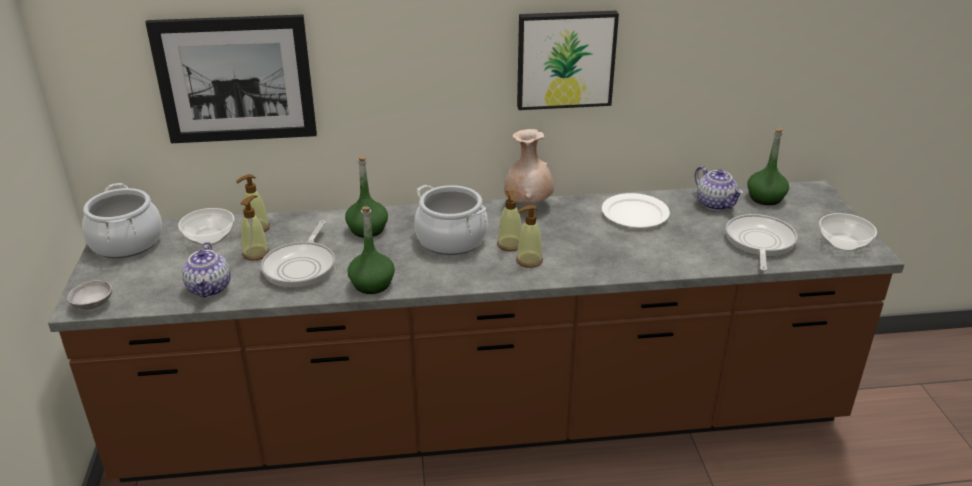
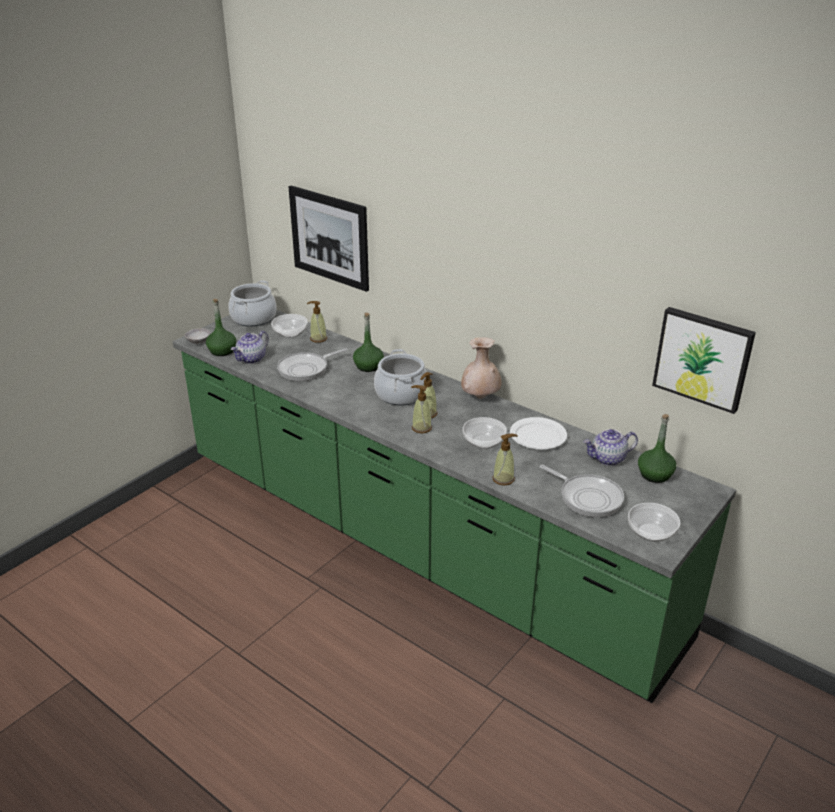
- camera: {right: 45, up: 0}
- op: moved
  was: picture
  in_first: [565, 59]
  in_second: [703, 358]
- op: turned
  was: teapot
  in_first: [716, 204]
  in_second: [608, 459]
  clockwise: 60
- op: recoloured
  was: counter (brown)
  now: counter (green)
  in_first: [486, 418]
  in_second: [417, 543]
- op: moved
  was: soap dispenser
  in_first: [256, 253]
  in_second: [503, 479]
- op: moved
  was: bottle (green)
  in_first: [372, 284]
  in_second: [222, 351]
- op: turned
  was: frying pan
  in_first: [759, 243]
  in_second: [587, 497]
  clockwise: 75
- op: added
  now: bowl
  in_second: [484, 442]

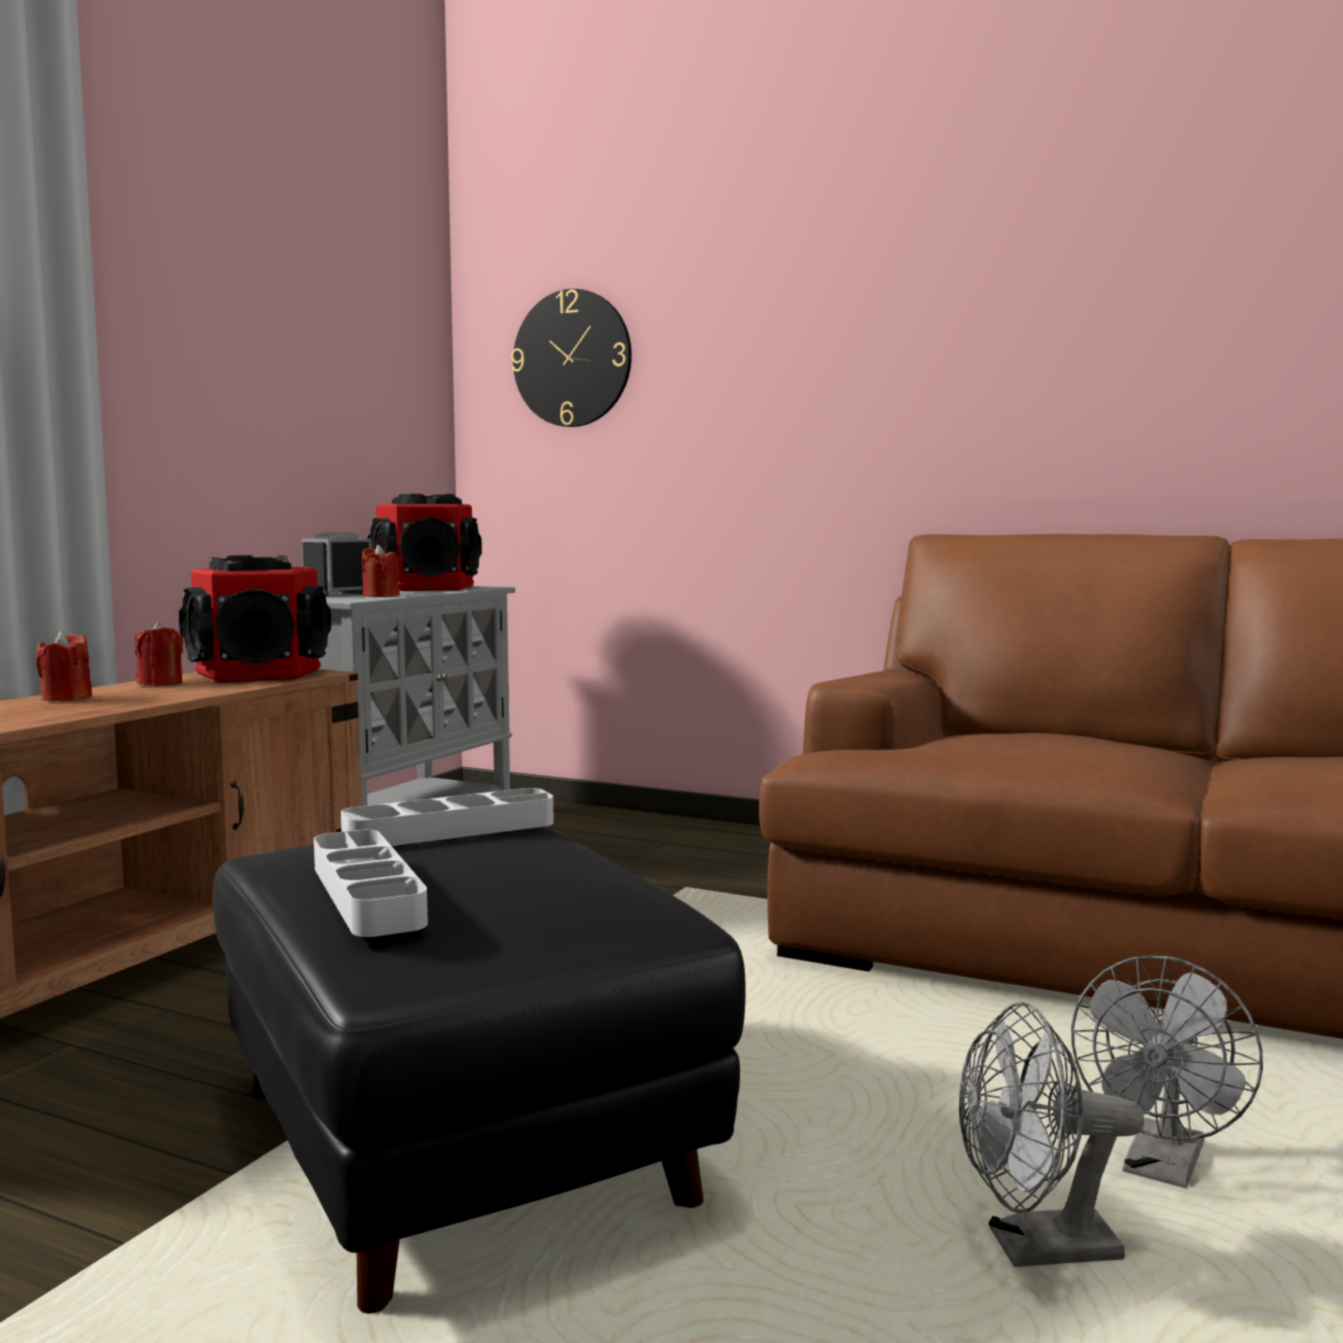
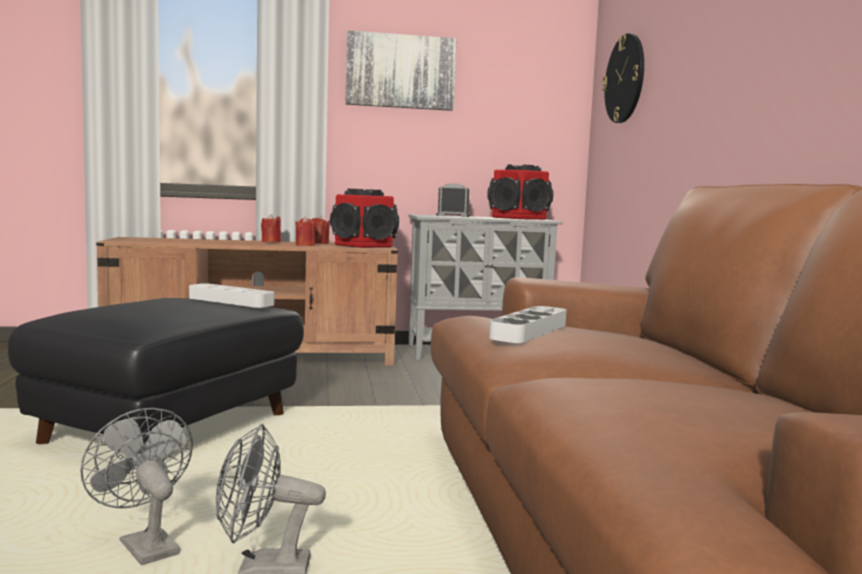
- camera: {right: 55, up: 0}
- op: moved
  was: candle (red)
  in_first: [380, 596]
  in_second: [305, 245]
- op: moved
  was: tray (grey)
  in_first: [367, 894]
  in_second: [529, 331]
- op: added
  now: picture
  in_second: [400, 71]

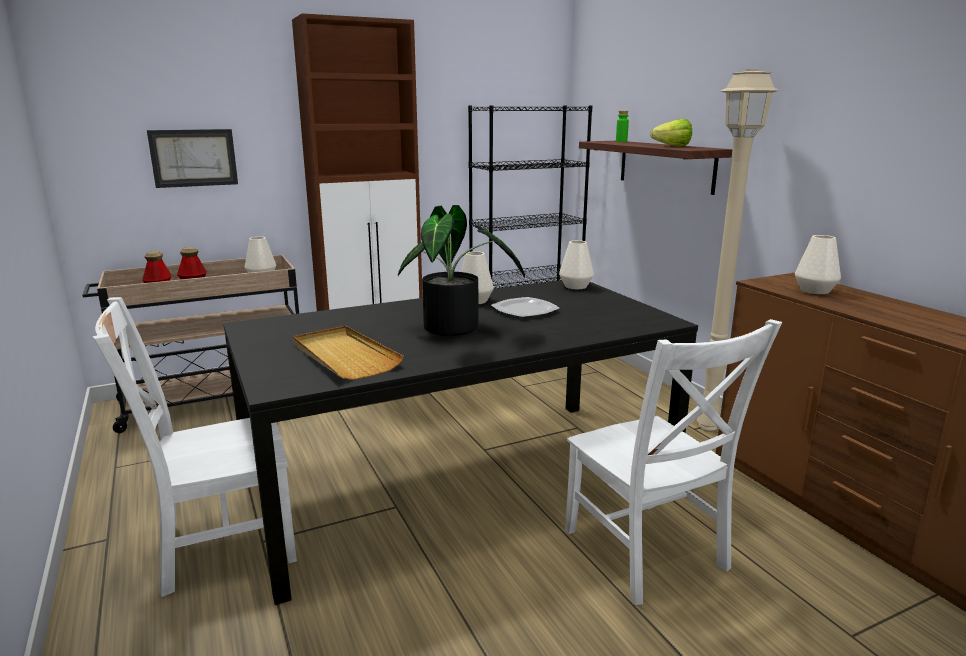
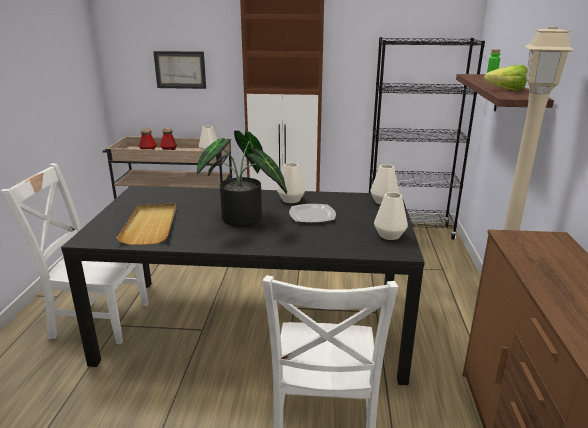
- camera: {right: 30, up: 5}
- op: moved
  was: vase (white)
  in_first: [814, 290]
  in_second: [389, 235]

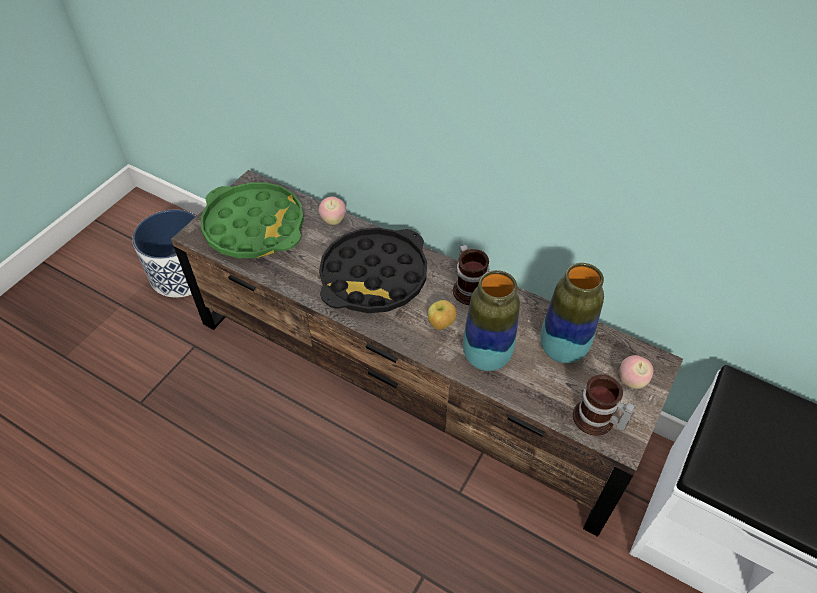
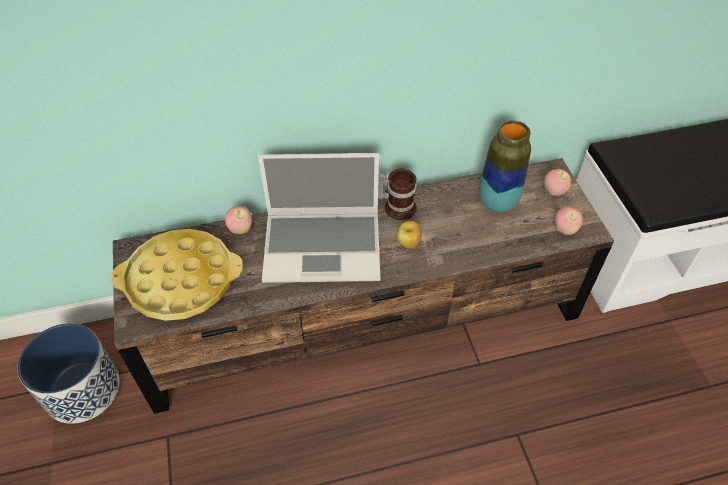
- camera: {right: -45, up: 0}
- op: recoloured
  was: tray (green)
  now: tray (yellow)
  in_first: [254, 227]
  in_second: [181, 280]
- op: replaced
  was: tray (black)
  now: laptop
  in_first: [374, 277]
  in_second: [324, 247]
- op: removed
  was: vase
  in_first: [486, 357]
- op: replaced
  was: mug
  now: apple
  in_first: [596, 421]
  in_second: [564, 230]

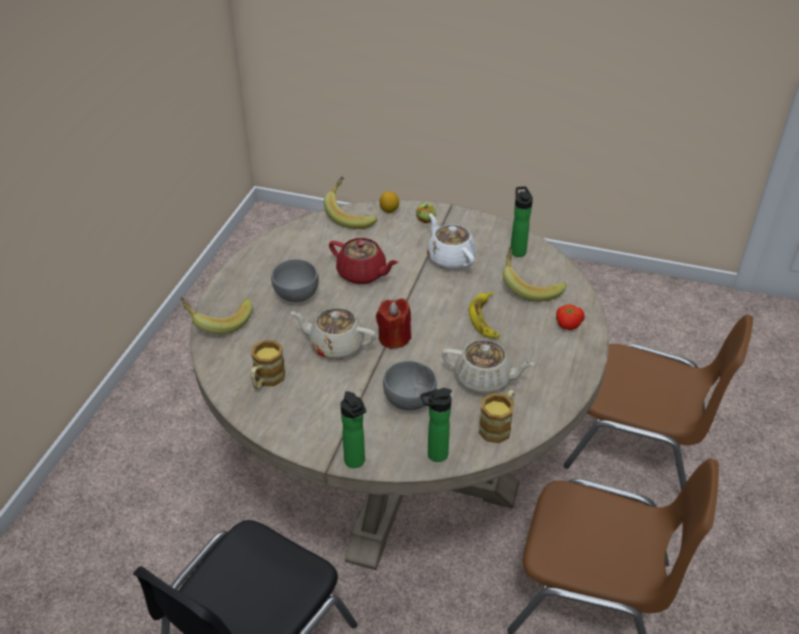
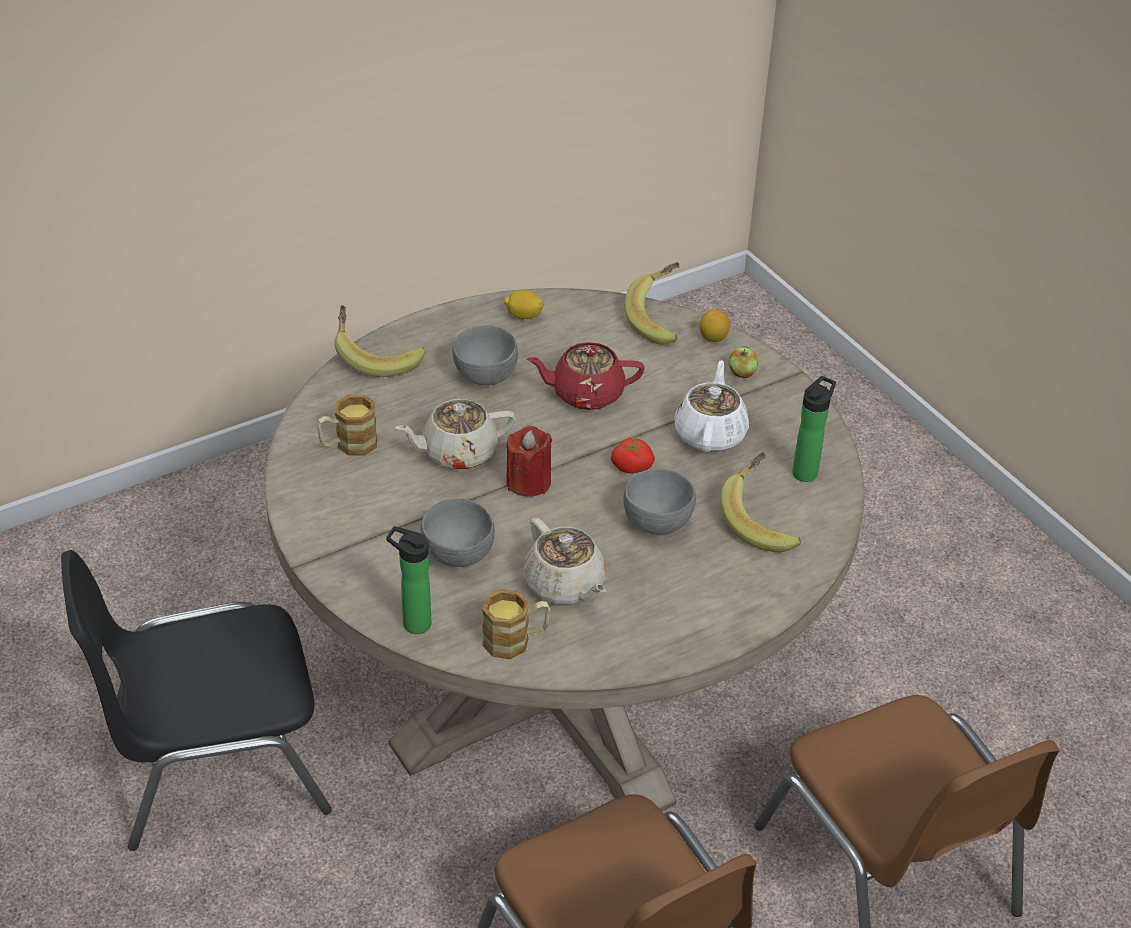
- camera: {right: 40, up: 0}
- op: turned
  was: teapot (red)
  in_first: [362, 274]
  in_second: [586, 394]
  clockwise: 105
- op: replaced
  was: banana
  now: bowl (grey)
  in_first: [486, 319]
  in_second: [657, 524]
- op: moved
  was: tomato
  in_first: [567, 324]
  in_second: [631, 465]
- op: turned
  was: teapot (beige)
  in_first: [335, 346]
  in_second: [458, 452]
  clockwise: -75
- op: removed
  was: bottle
  in_first: [356, 463]
- op: added
  now: lemon
  in_second: [523, 316]

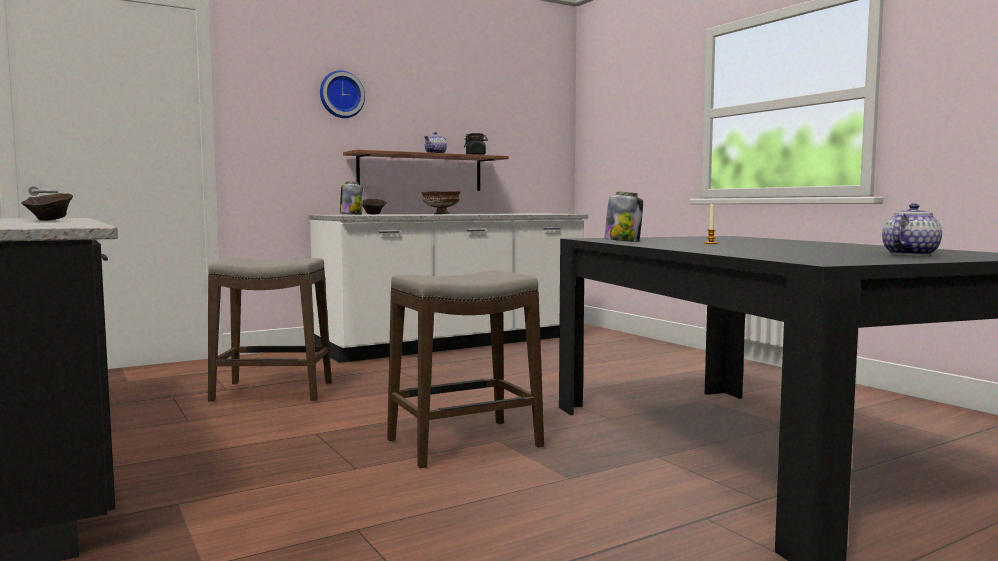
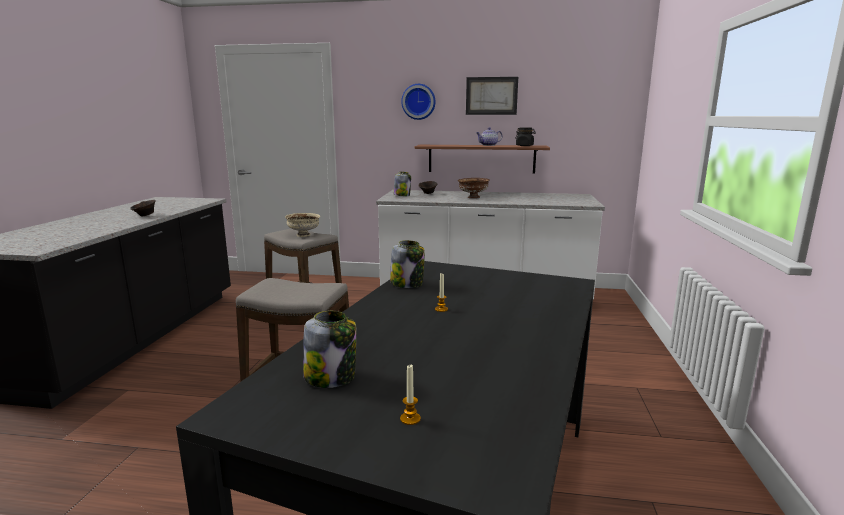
- camera: {right: 40, up: 10}
- op: replaced
  was: teapot
  now: candle
  in_first: [910, 254]
  in_second: [410, 419]
- op: added
  now: picture
  in_second: [491, 96]
- op: added
  now: bowl (beige)
  in_second: [304, 235]
- op: added
  now: jar
  in_second: [331, 377]

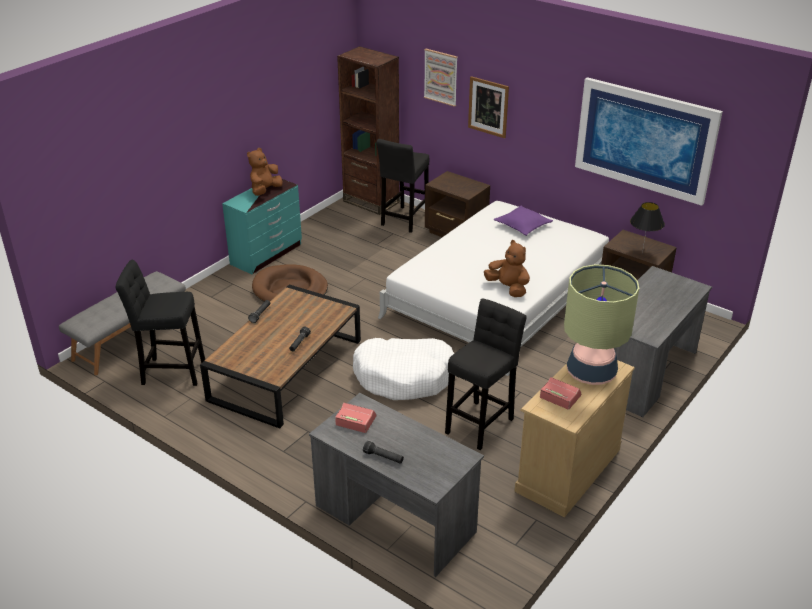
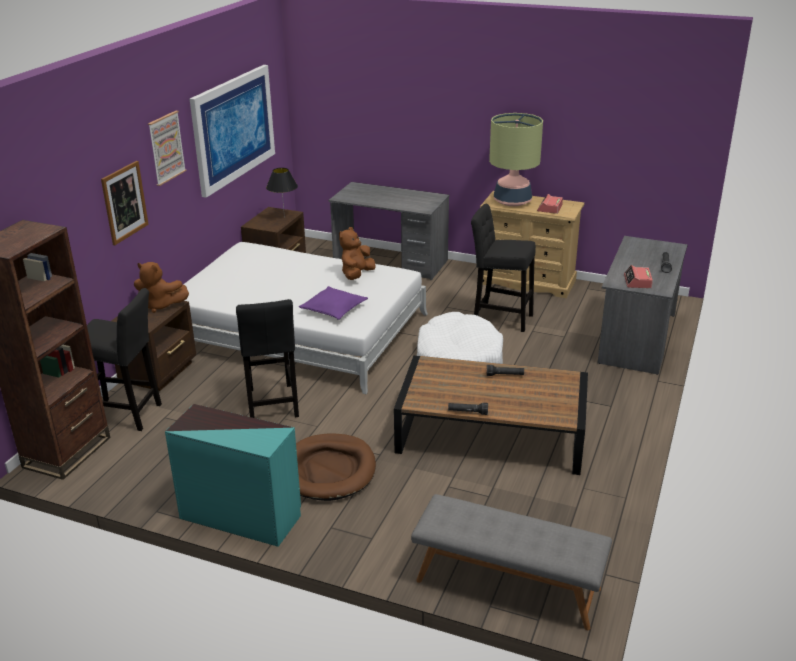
- camera: {right: -105, up: -5}
- op: moved
  was: picture
  in_first: [441, 77]
  in_second: [166, 147]
- op: moved
  was: plush toy (brown)
  in_first: [265, 190]
  in_second: [160, 305]
- op: moved
  was: pillow (purple)
  in_first: [522, 226]
  in_second: [334, 309]
- op: moved
  was: stool (black)
  in_first: [170, 372]
  in_second: [272, 405]

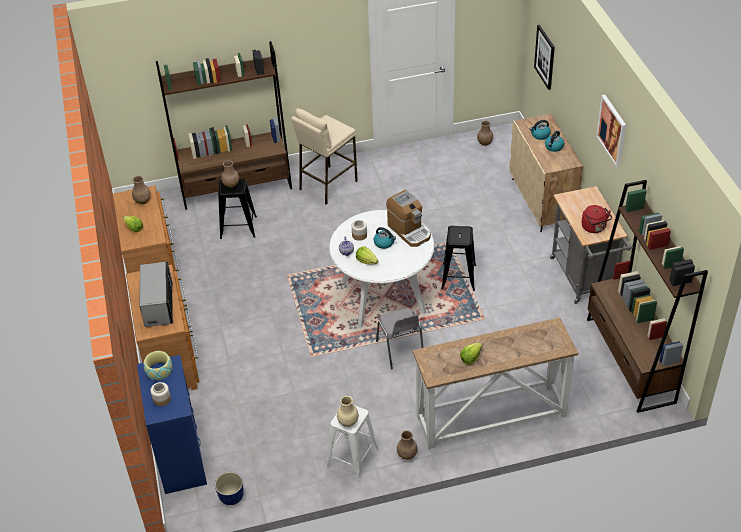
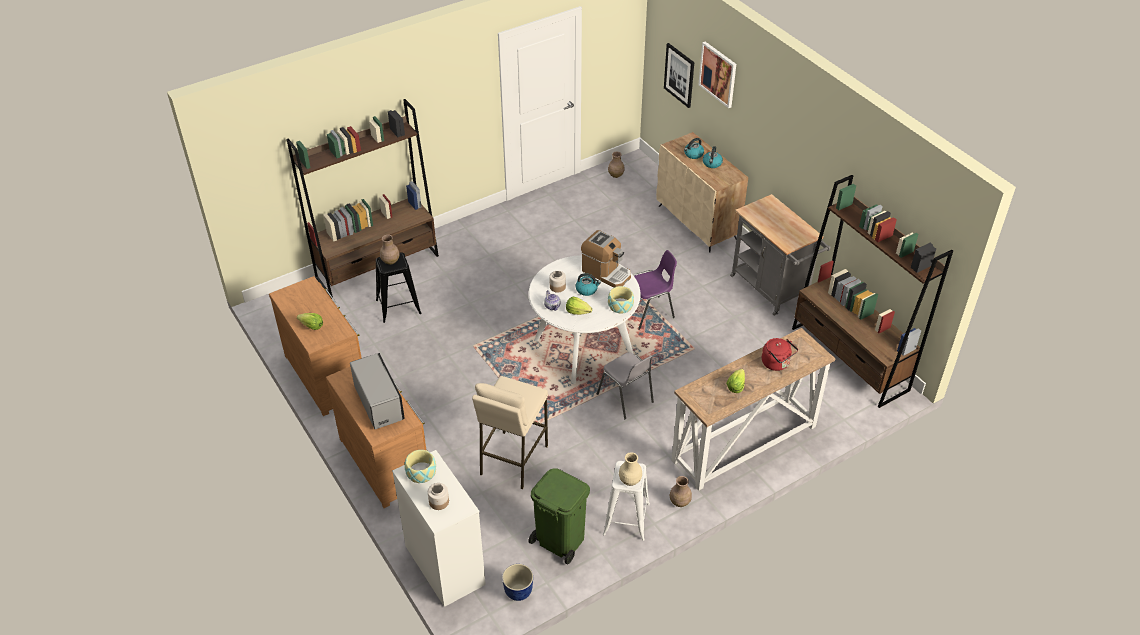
- camera: {right: -20, up: 0}
- op: moved
  was: picture
  in_first: [612, 130]
  in_second: [718, 74]
- op: moved
  was: stool (beige)
  in_first: [327, 185]
  in_second: [513, 460]
- op: removed
  was: vase (brown)
  in_first: [143, 201]
- op: moved
  was: kettle (red)
  in_first: [594, 228]
  in_second: [777, 364]
- op: replaced
  was: stool (black)
  now: chair (purple)
  in_first: [458, 277]
  in_second: [650, 312]
- op: recoloured
  was: dresser (blue)
  now: dresser (white)
  in_first: [180, 458]
  in_second: [444, 564]
- op: added
  now: bowl
  in_second: [620, 305]
- op: added
  now: trash can (green)
  in_second: [559, 540]

